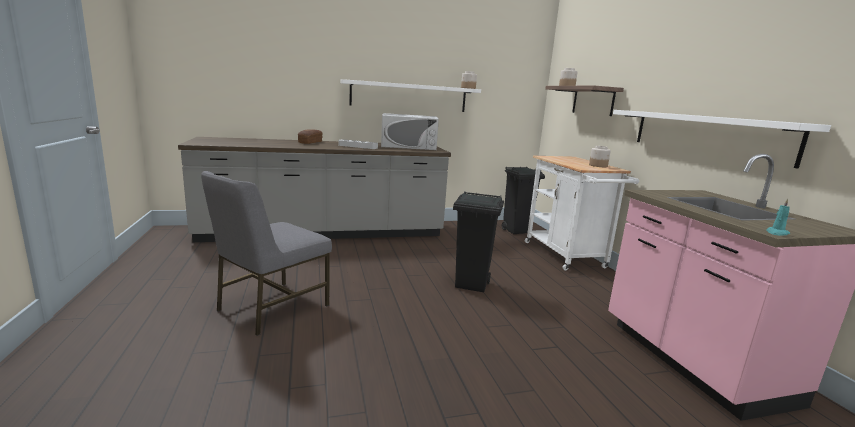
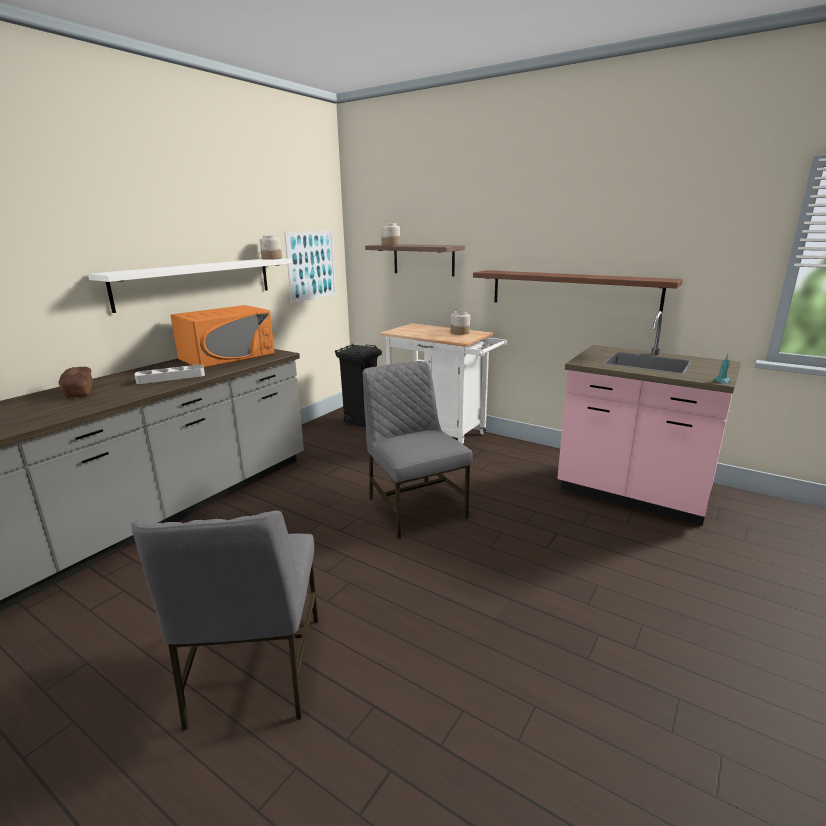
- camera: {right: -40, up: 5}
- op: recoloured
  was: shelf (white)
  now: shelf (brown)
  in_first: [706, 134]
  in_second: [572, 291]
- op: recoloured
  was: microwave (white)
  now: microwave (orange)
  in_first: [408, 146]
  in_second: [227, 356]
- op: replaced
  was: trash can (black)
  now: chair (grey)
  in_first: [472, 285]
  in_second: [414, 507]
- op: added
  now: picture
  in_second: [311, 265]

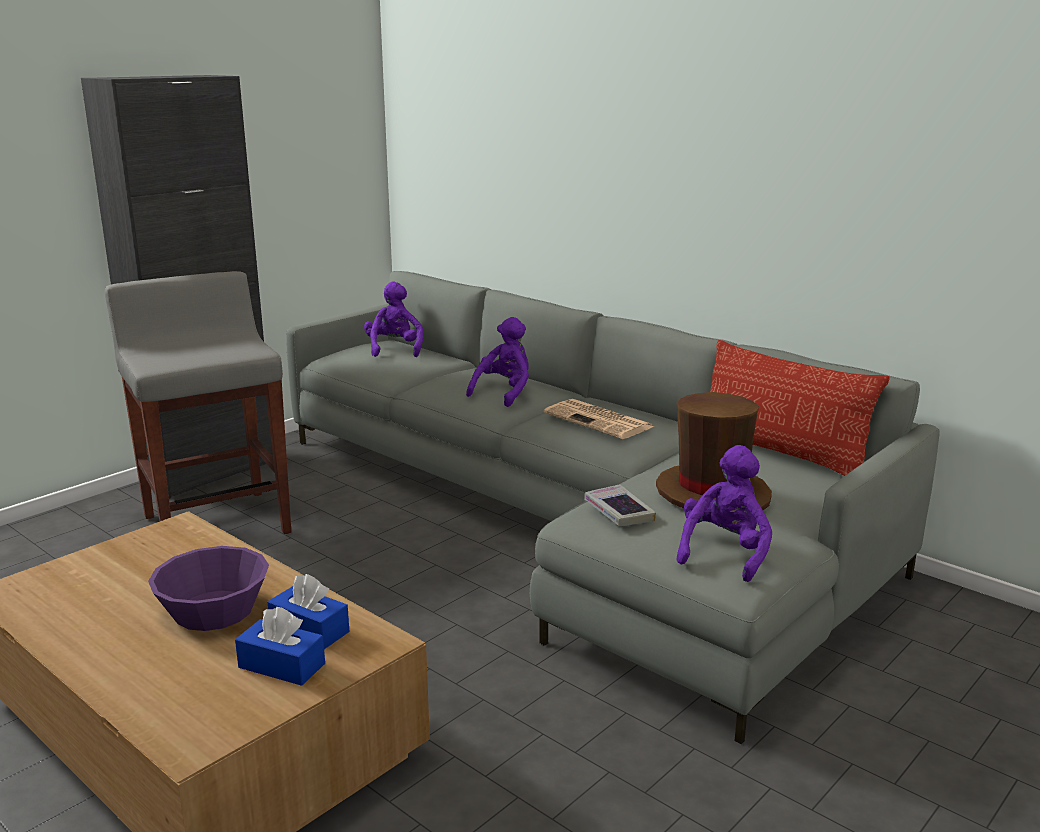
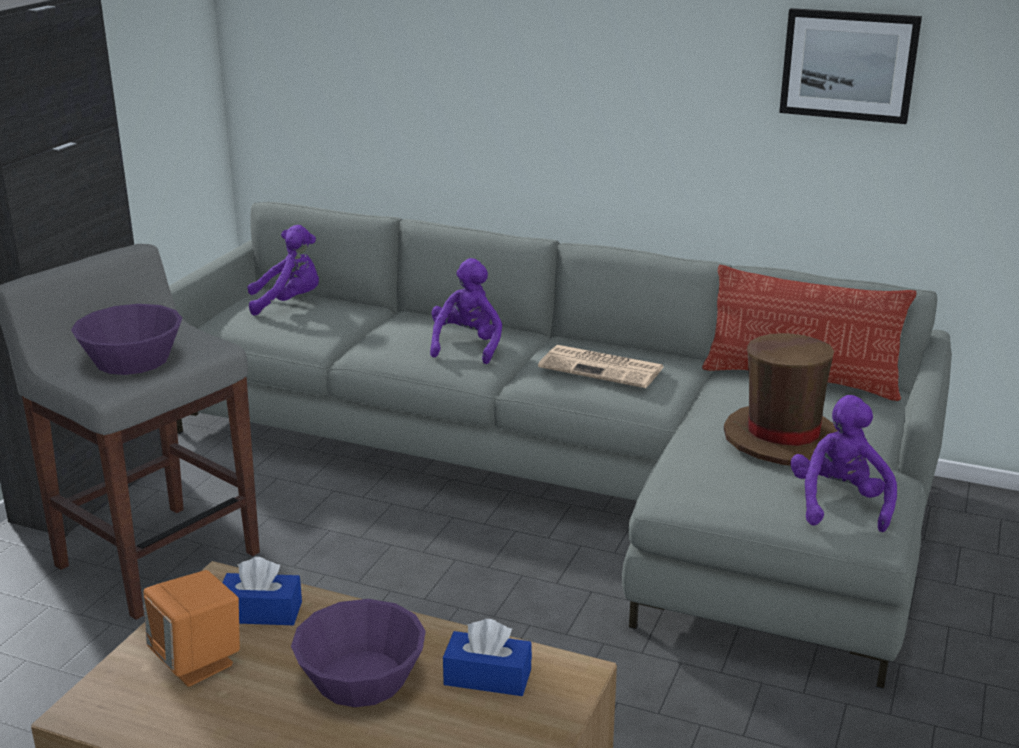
- camera: {right: -20, up: 5}
- op: turned
  was: plush toy (purple)
  in_first: [394, 349]
  in_second: [288, 303]
  clockwise: 105
- op: removed
  was: book
  in_first: [618, 511]
- op: moved
  was: tissue box (blue)
  in_first: [281, 665]
  in_second: [261, 612]
- op: added
  now: picture
  in_second: [848, 65]
- op: added
  now: bowl (purple)
  in_second: [132, 359]
- op: added
  now: speaker (orange)
  in_second: [198, 662]

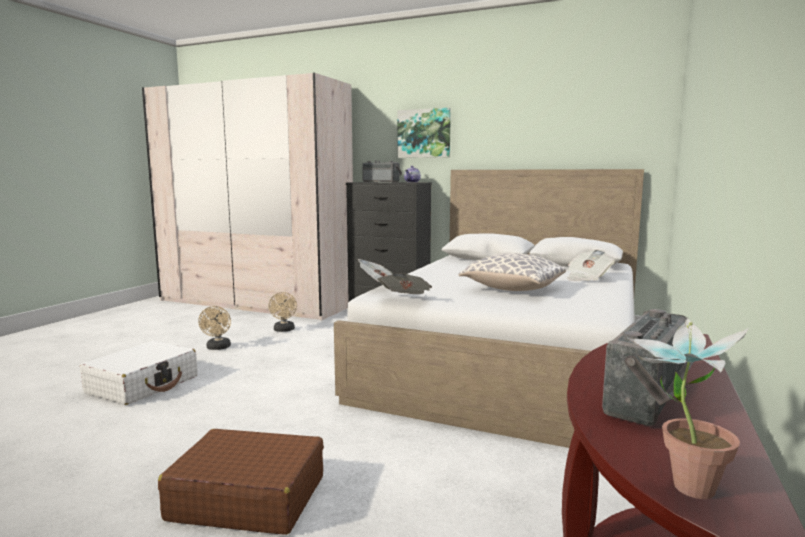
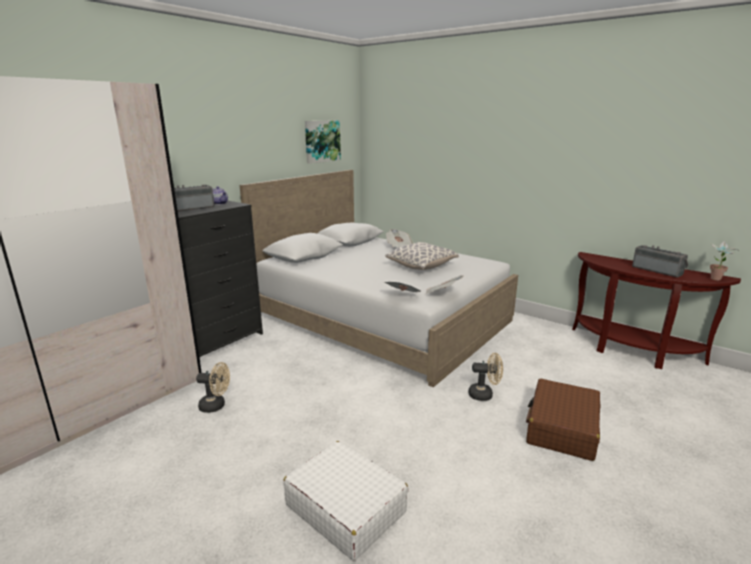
- camera: {right: -75, up: 10}
- op: moved
  was: picture
  in_first: [424, 133]
  in_second: [322, 141]
- op: moved
  was: fan (beige)
  in_first: [218, 348]
  in_second: [484, 394]

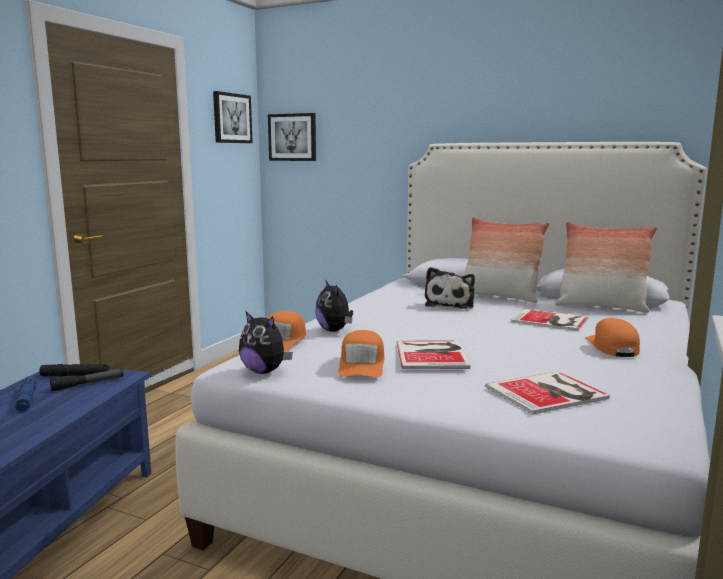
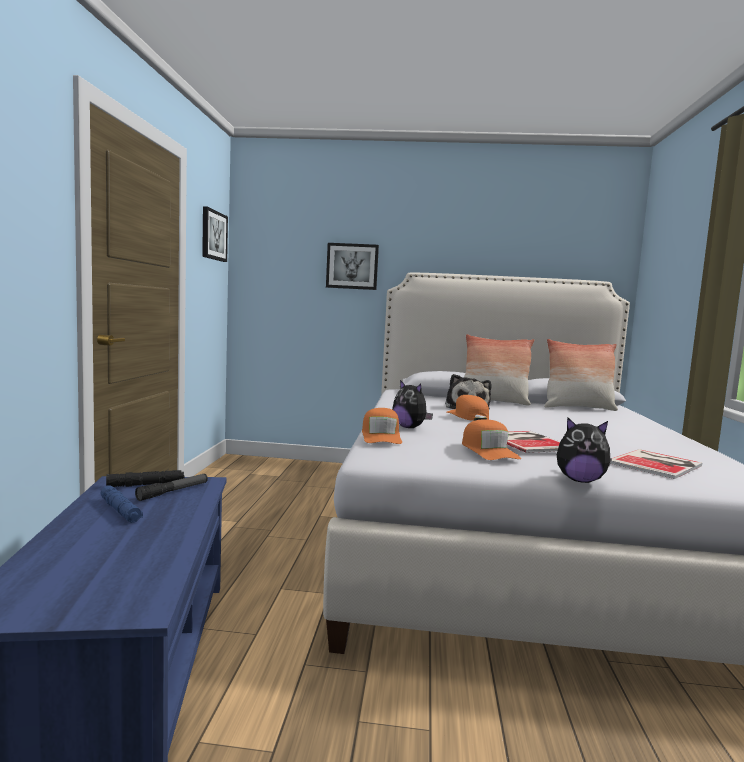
- camera: {right: -20, up: -5}
- op: moved
  was: picture
  in_first: [292, 137]
  in_second: [352, 266]
- op: removed
  was: book
  in_first: [551, 321]
- op: moved
  was: plush toy
  in_first: [264, 371]
  in_second: [580, 480]
- op: moved
  was: cap (orange)
  in_first: [612, 347]
  in_second: [467, 416]

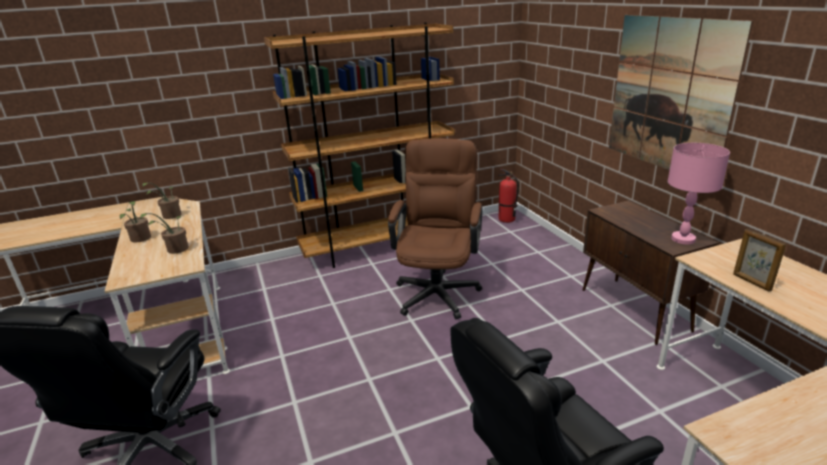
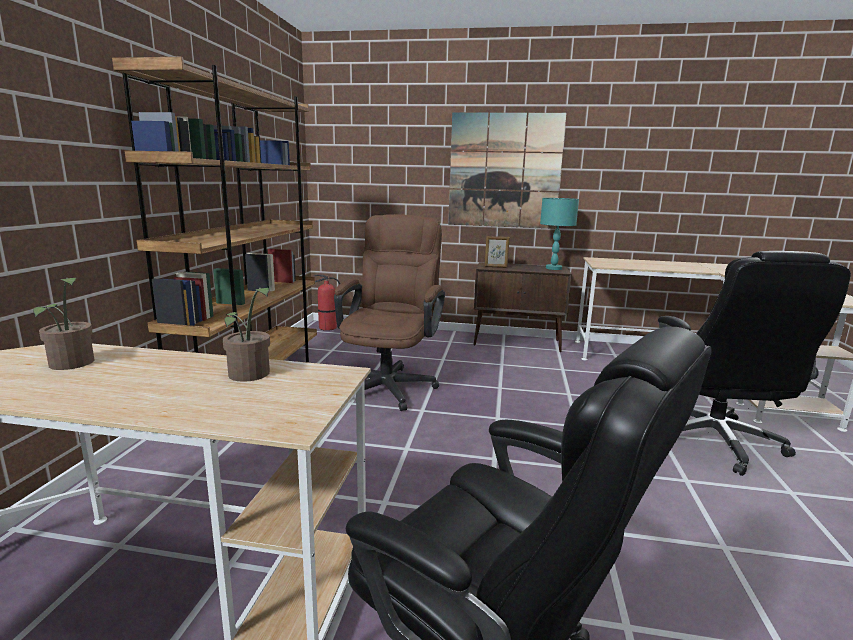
- camera: {right: -60, up: -10}
- op: turned
  was: office chair (brown)
  in_first: [438, 289]
  in_second: [390, 384]
  clockwise: 60
- op: recoloured
  was: table lamp (pink)
  now: table lamp (turquoise)
  in_first: [683, 239]
  in_second: [554, 268]
- op: removed
  was: potted plant
  in_first: [140, 239]
- op: moved
  was: picture frame
  in_first: [751, 282]
  in_second: [495, 267]

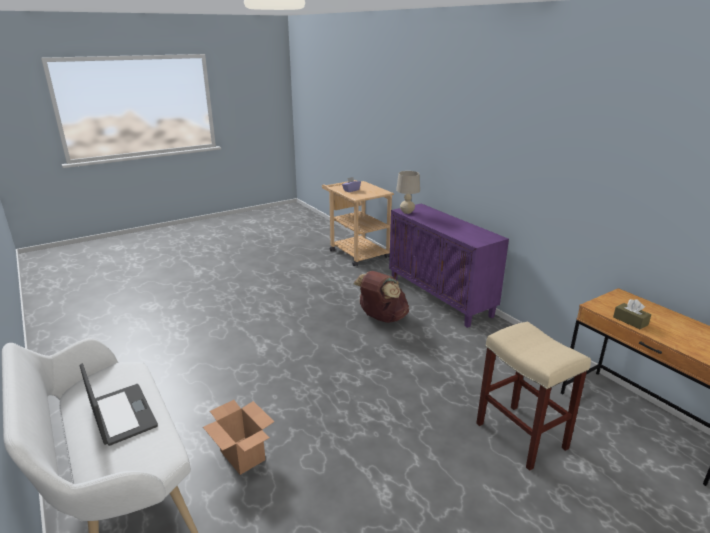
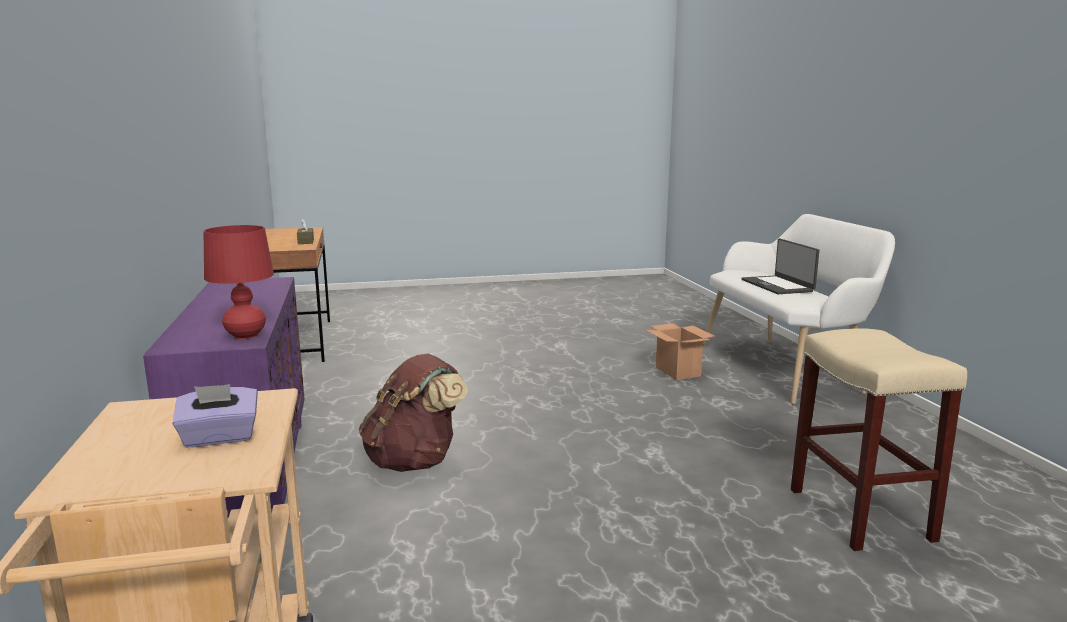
- camera: {right: -160, up: -10}
- op: recoloured
  was: table lamp (beige)
  now: table lamp (red)
  in_first: [407, 212]
  in_second: [245, 336]
- op: moved
  was: stool (beige)
  in_first: [522, 436]
  in_second: [858, 513]

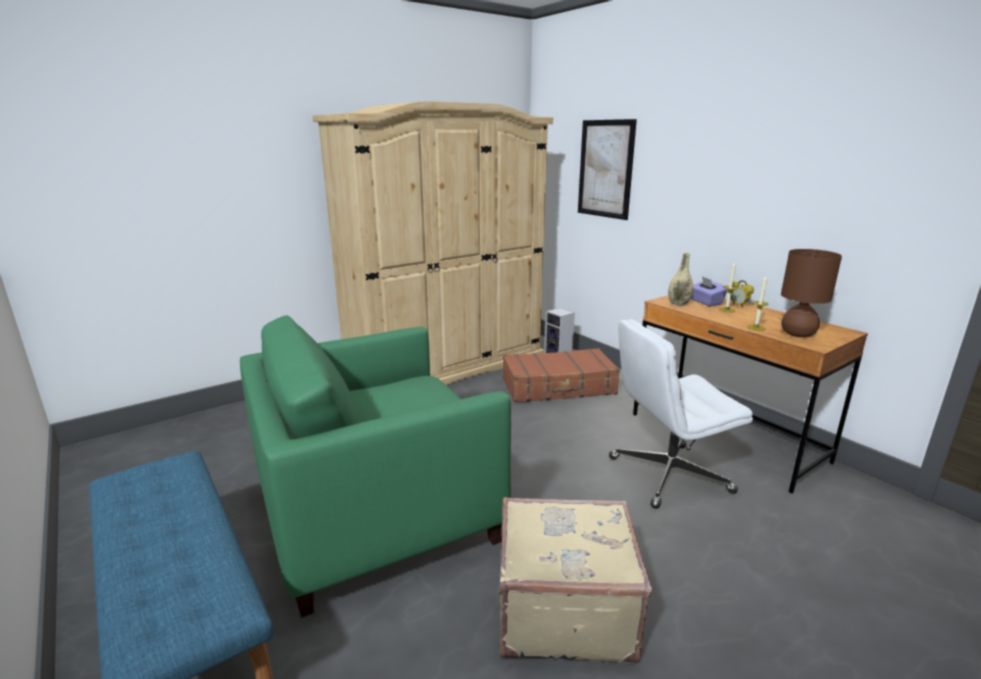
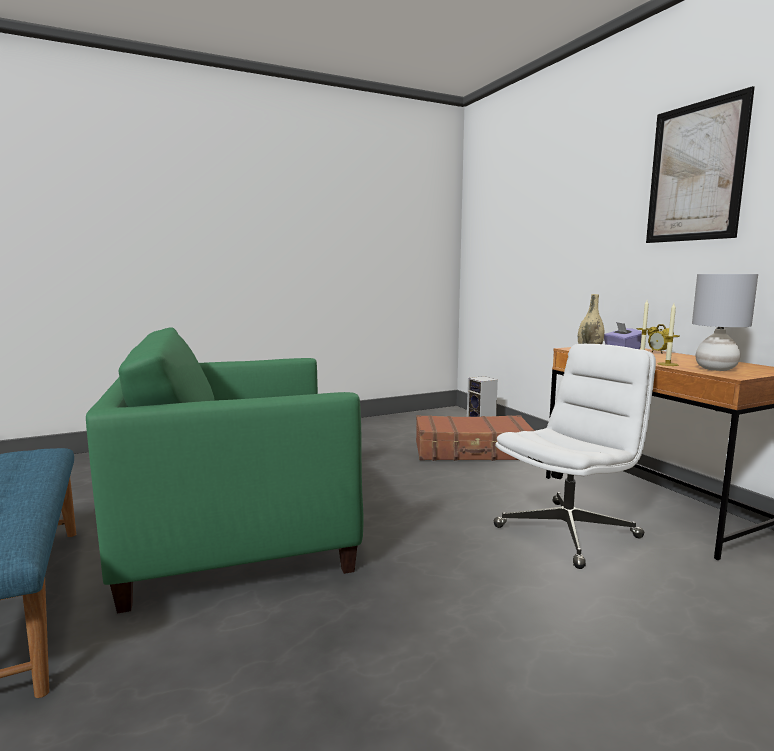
- camera: {right: 10, up: -10}
- op: removed
  was: wardrobe (beige)
  in_first: [446, 366]
- op: moved
  was: picture
  in_first: [605, 169]
  in_second: [695, 172]
- op: recoloured
  was: table lamp (brown)
  now: table lamp (grey)
  in_first: [797, 334]
  in_second: [715, 369]
- op: turned
  was: office chair (white)
  in_first: [668, 475]
  in_second: [567, 531]
  clockwise: 150
- op: removed
  was: suitcase (beige)
  in_first: [562, 608]

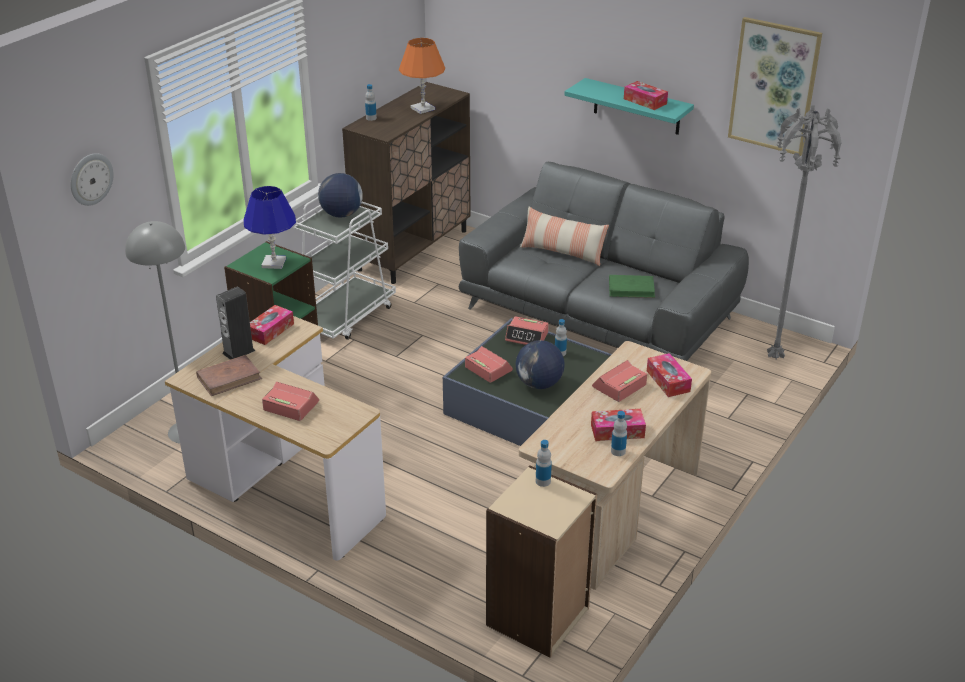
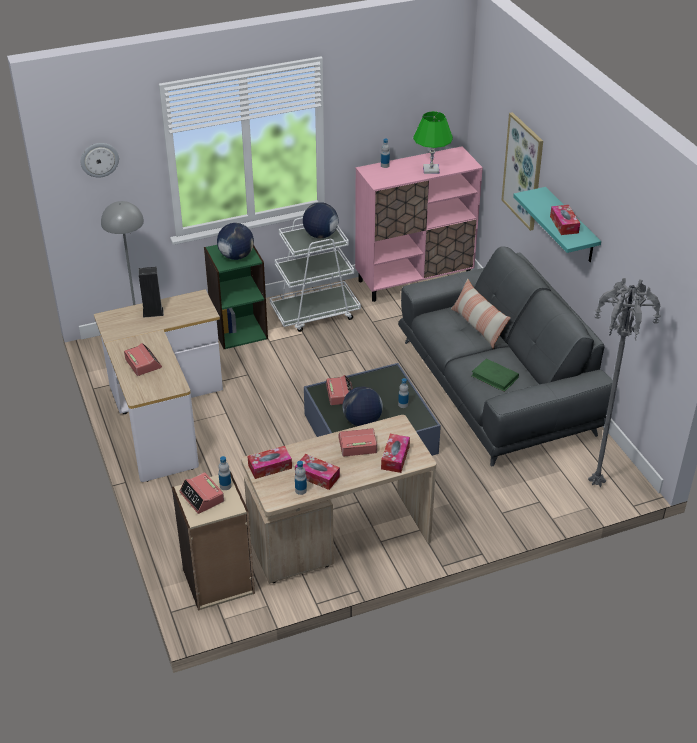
- camera: {right: 35, up: 5}
- op: moved
  was: picture
  in_first: [774, 86]
  in_second: [523, 171]
- op: recoloured
  was: table lamp (orange)
  now: table lamp (green)
  in_first: [423, 108]
  in_second: [431, 170]
- op: recoloured
  was: cabinet (brown)
  now: cabinet (pink)
  in_first: [413, 250]
  in_second: [414, 279]
- op: replaced
  was: table lamp (blue)
  now: globe
  in_first: [274, 263]
  in_second: [236, 256]
- op: moved
  was: tissue box
  in_first: [270, 330]
  in_second: [270, 467]
- op: moved
  was: alarm clock
  in_first: [527, 337]
  in_second: [202, 497]
- op: removed
  was: book (brown)
  in_first: [229, 378]

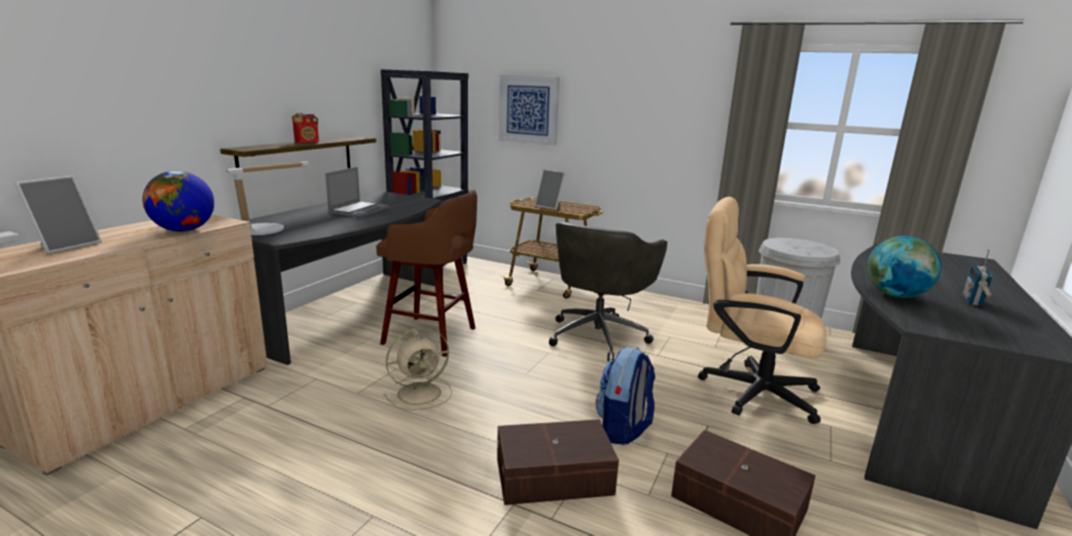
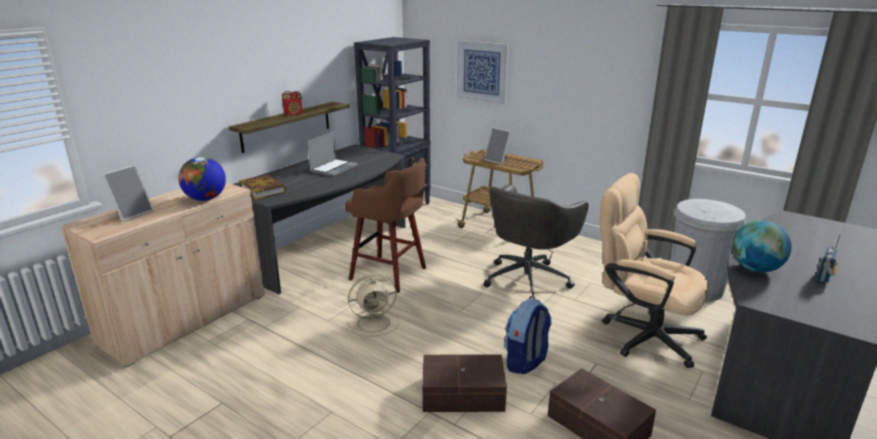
- camera: {right: 10, up: 5}
- op: replaced
  was: table lamp
  now: book
  in_first: [267, 230]
  in_second: [263, 190]

